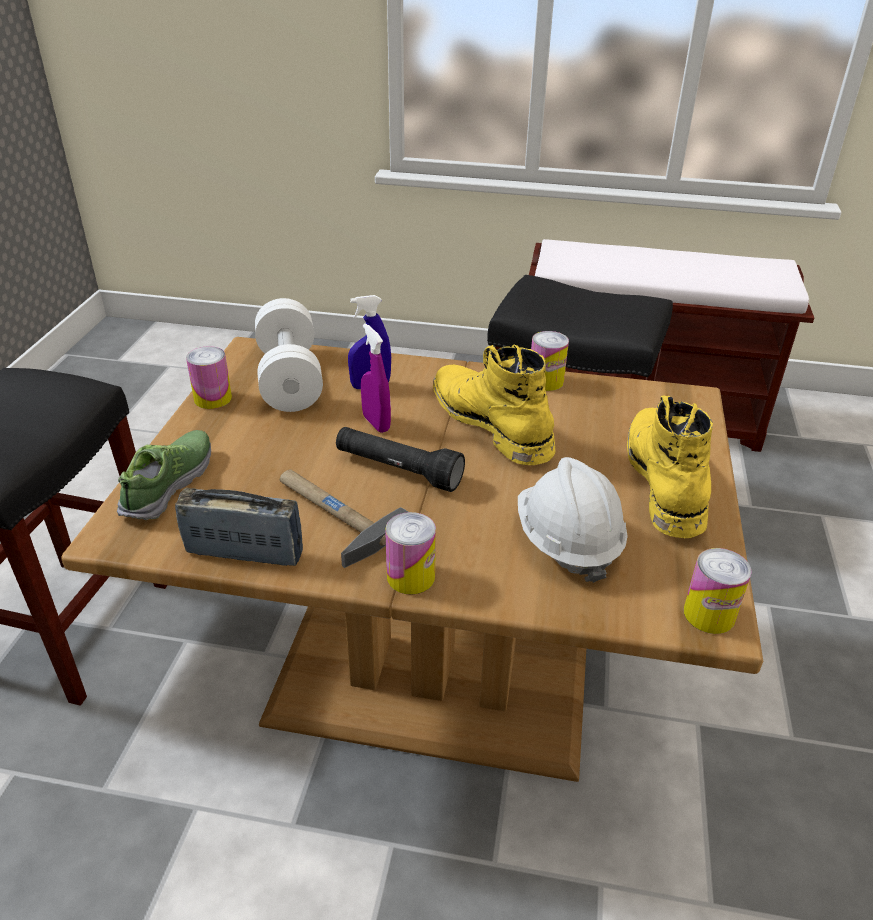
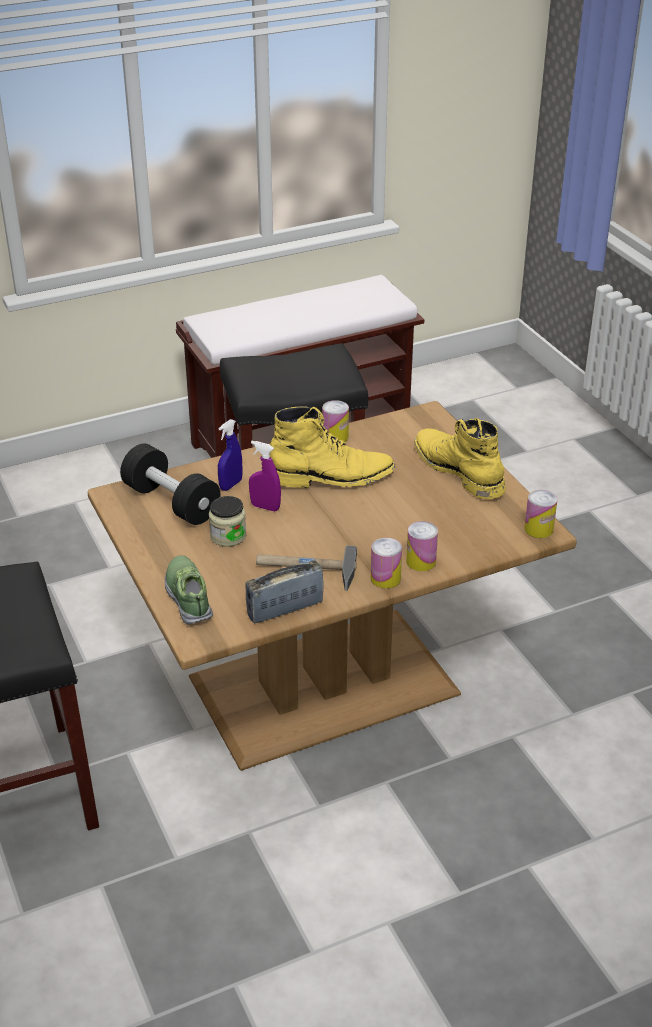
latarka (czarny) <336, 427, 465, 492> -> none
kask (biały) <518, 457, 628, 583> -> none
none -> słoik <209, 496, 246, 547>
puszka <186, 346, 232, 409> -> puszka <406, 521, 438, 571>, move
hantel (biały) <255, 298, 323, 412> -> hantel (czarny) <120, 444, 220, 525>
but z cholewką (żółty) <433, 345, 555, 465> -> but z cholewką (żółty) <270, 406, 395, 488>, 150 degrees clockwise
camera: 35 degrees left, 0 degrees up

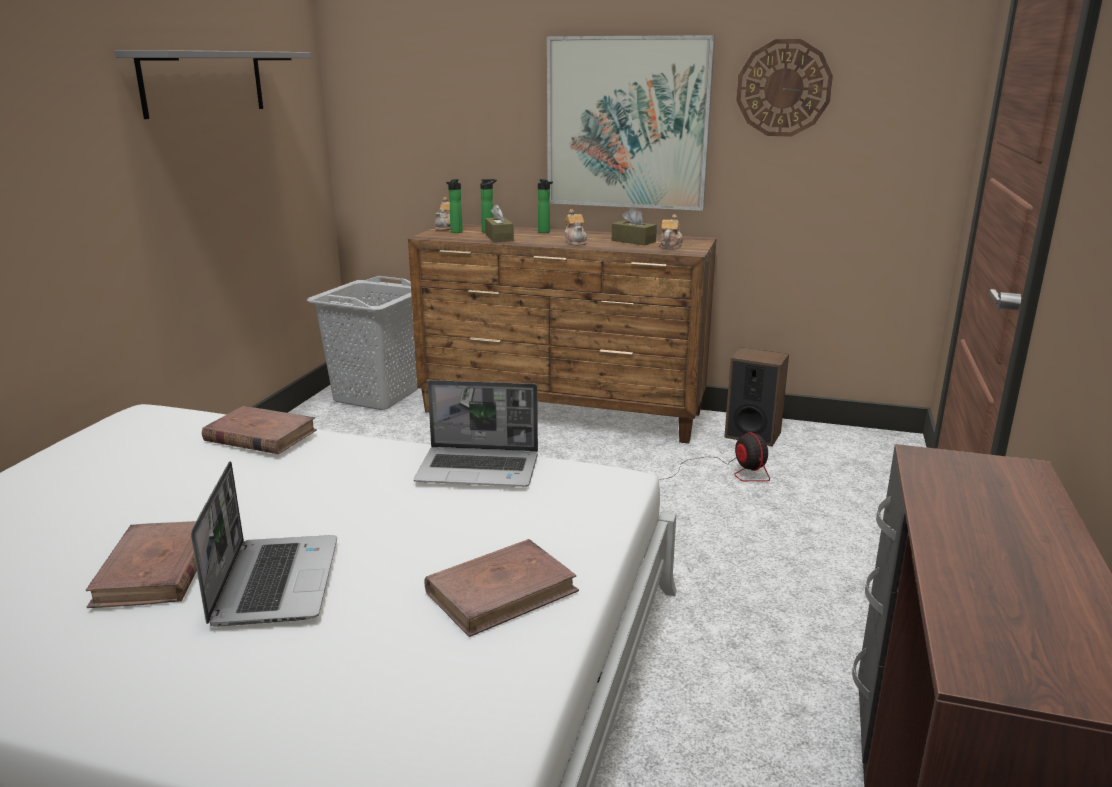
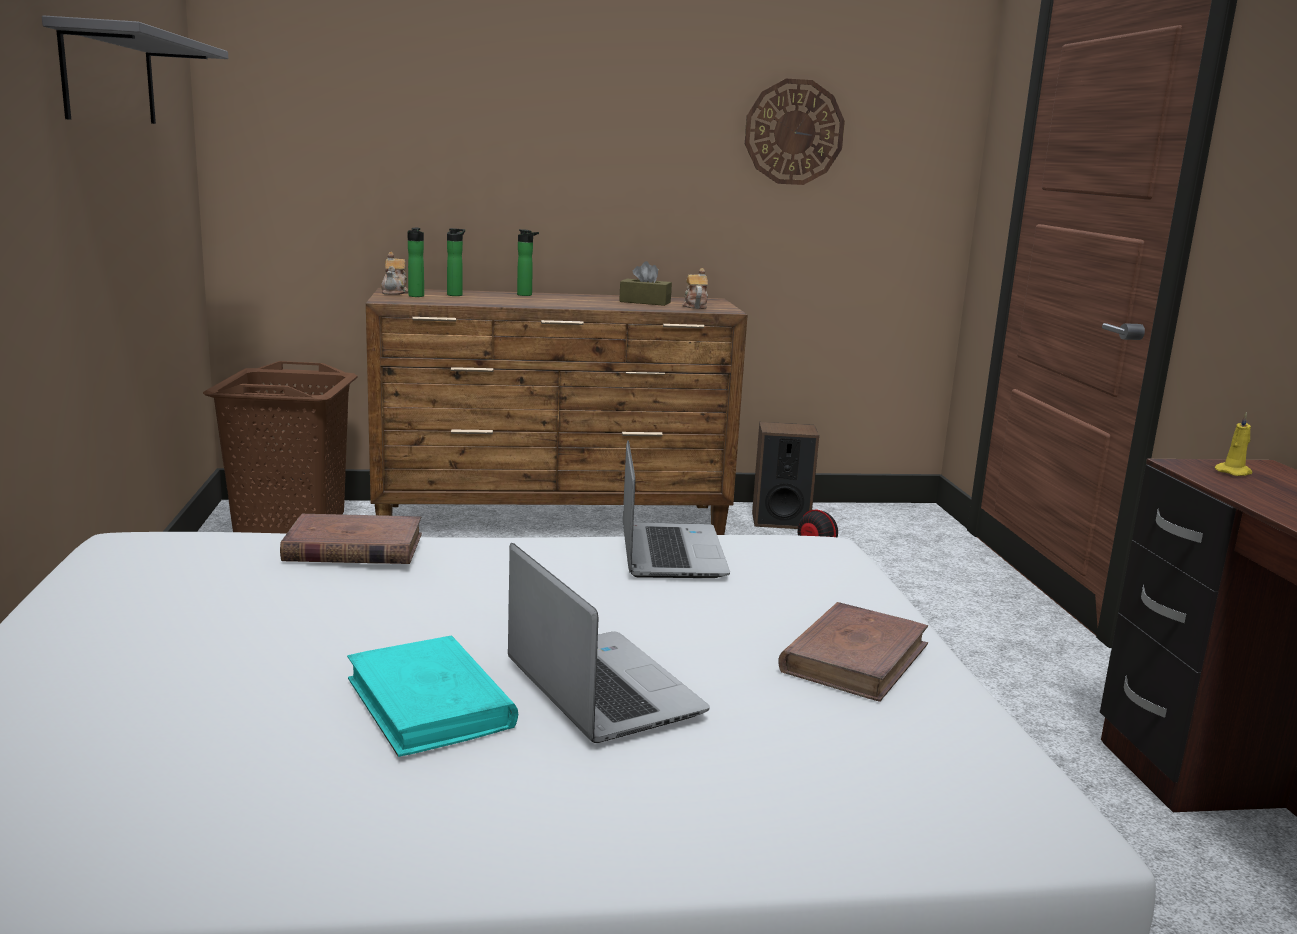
pudełko chusteczek (brązowy) <485, 204, 514, 242> -> none
obraz <547, 35, 715, 211> -> none
imbryk <565, 209, 587, 246> -> none
none -> świeca (żółty) <1215, 412, 1253, 476>
książka (brązowy) <86, 521, 197, 608> -> książka (turkusowy) <347, 635, 518, 757>
kosz na pranie (szary) <306, 276, 418, 410> -> kosz na pranie (brązowy) <203, 361, 358, 534>
laptop <414, 380, 538, 487> -> laptop <623, 440, 730, 578>, 75 degrees counterclockwise
camera: 25 degrees left, 5 degrees down

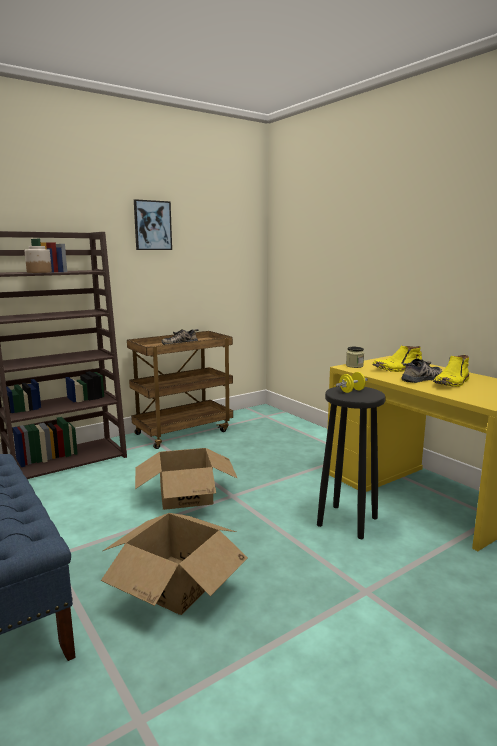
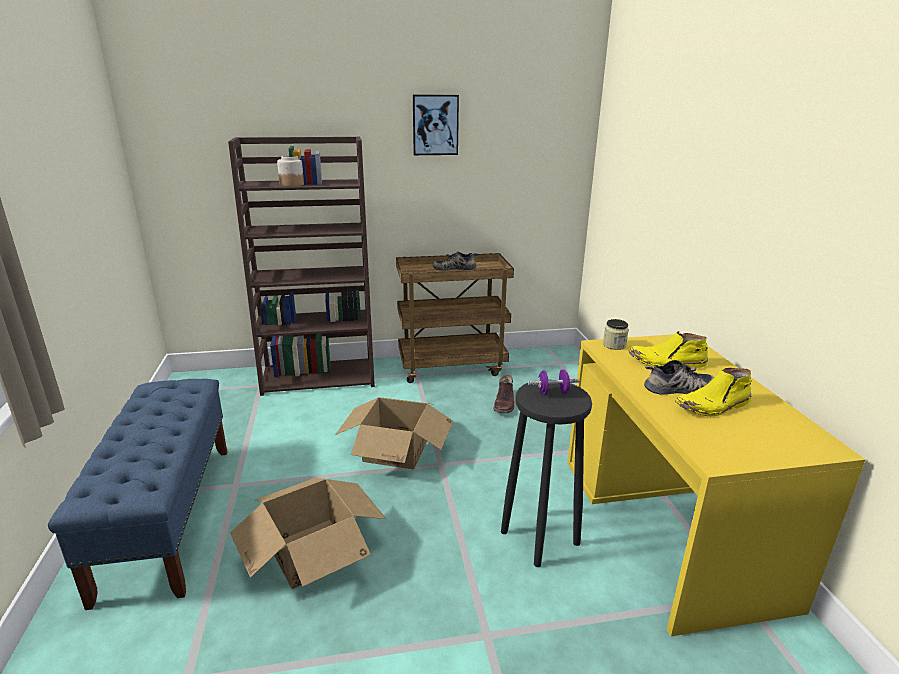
none -> but z cholewką (brązowy) <494, 375, 514, 413>
hantel (żółty) <336, 372, 368, 393> -> hantel (fioletowy) <528, 370, 580, 395>
camera: 25 degrees right, 10 degrees up

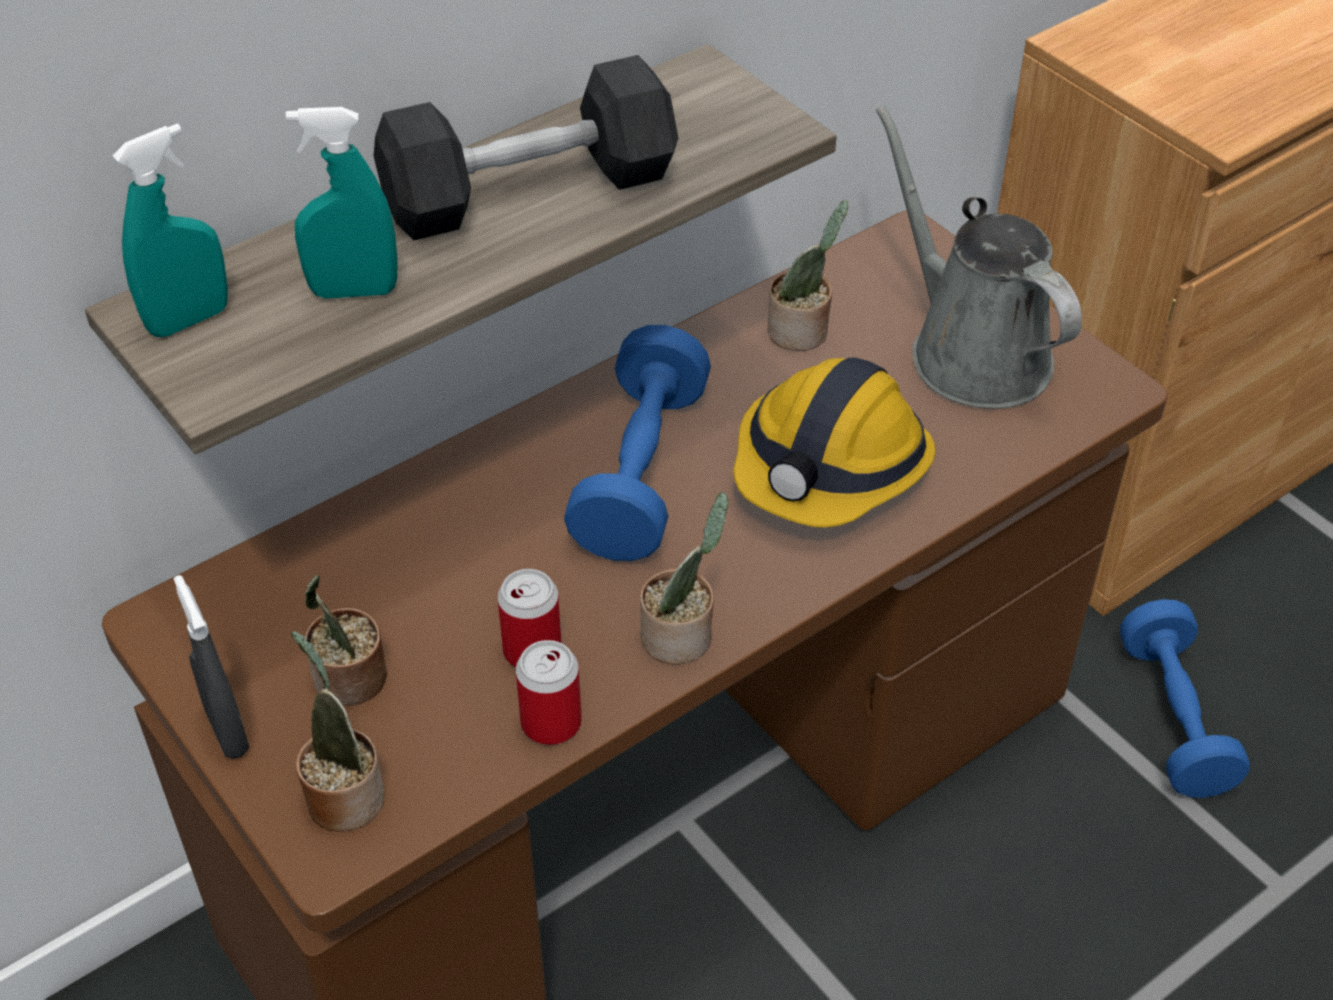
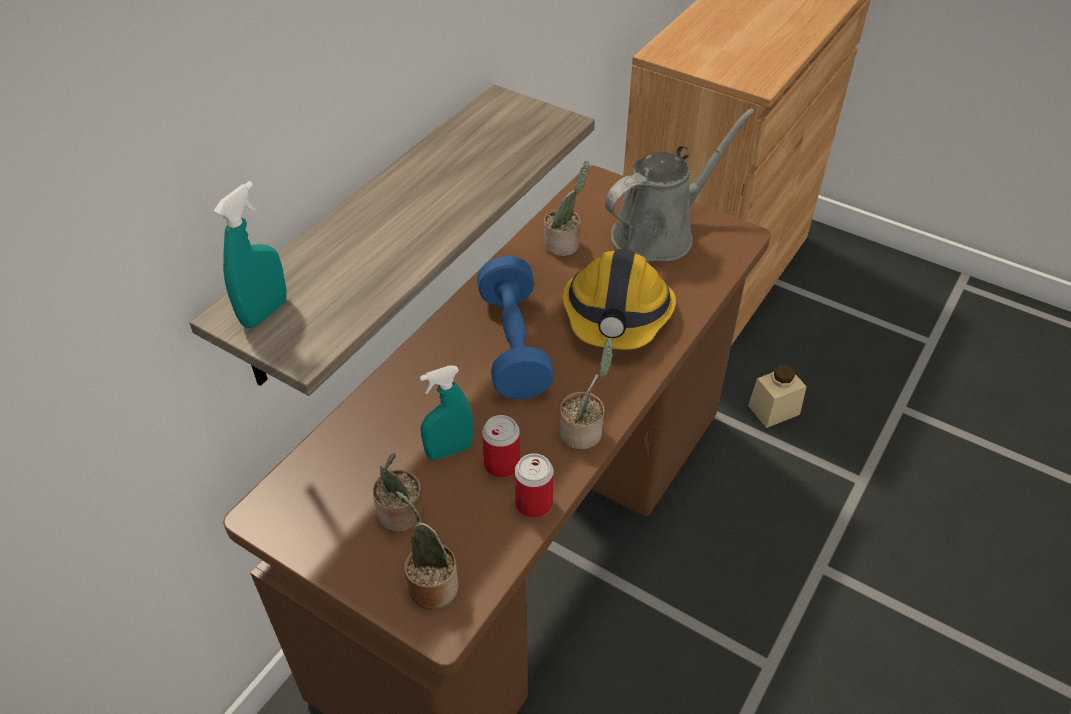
spryskiwacz (szary) <174, 575, 249, 758> -> none
hantel (szary) <374, 55, 678, 240> -> none
spryskiwacz (turkusowy) <286, 107, 398, 299> -> spryskiwacz (turkusowy) <420, 365, 473, 460>, move
hantel (niebieski) <1120, 599, 1250, 798> -> słoik (beżowy) <748, 364, 807, 428>
konewka (szary) <876, 105, 1082, 409> -> konewka (szary) <605, 109, 754, 262>, 105 degrees clockwise
camera: 20 degrees left, 0 degrees up

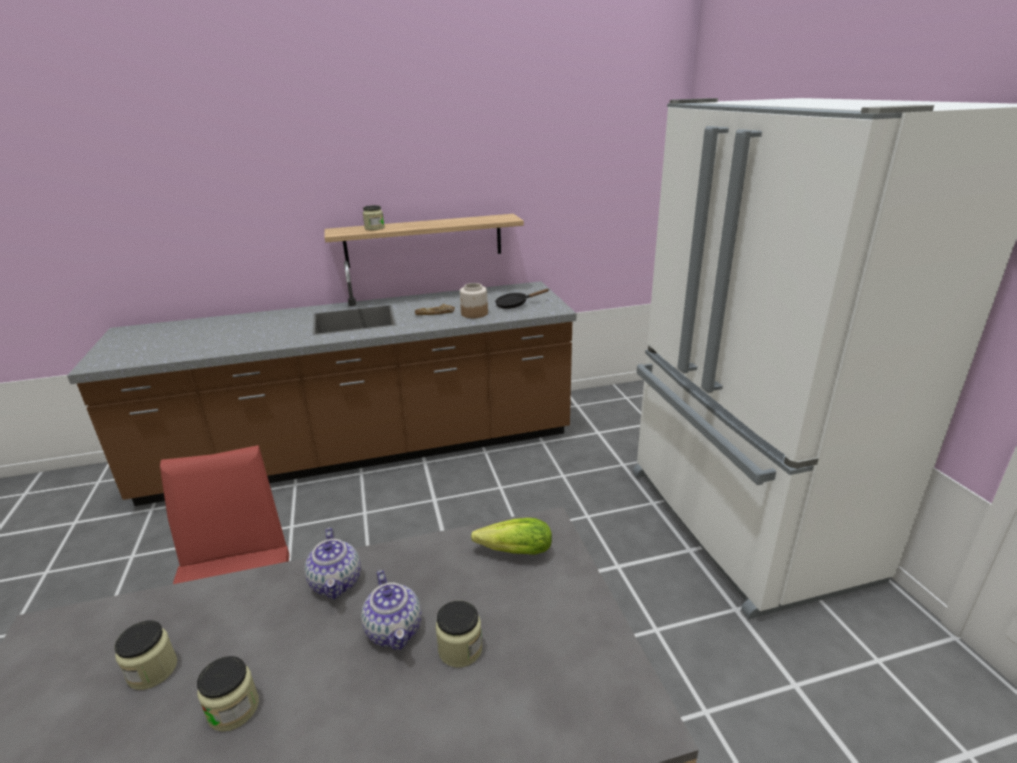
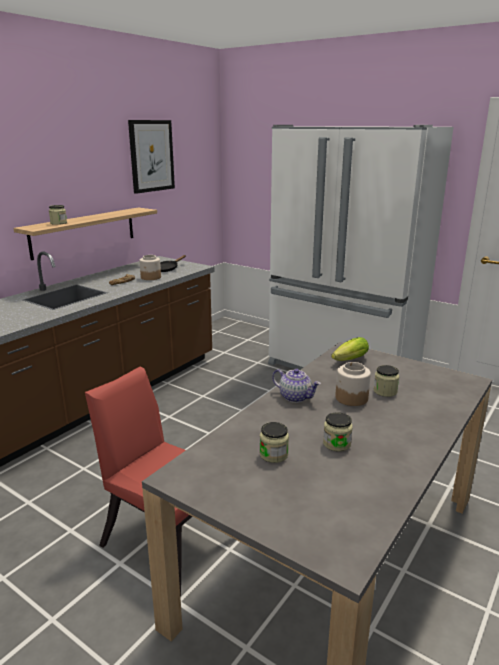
none -> obraz <128, 120, 175, 194>
imbryk <361, 570, 422, 651> -> słoik <335, 362, 371, 406>
camera: 40 degrees left, 5 degrees down

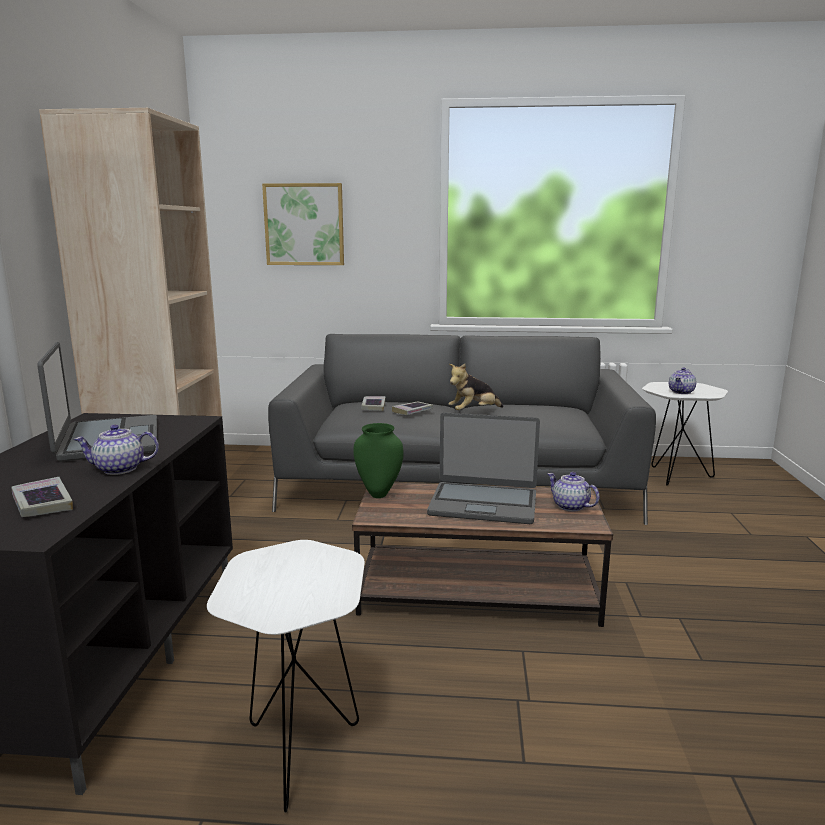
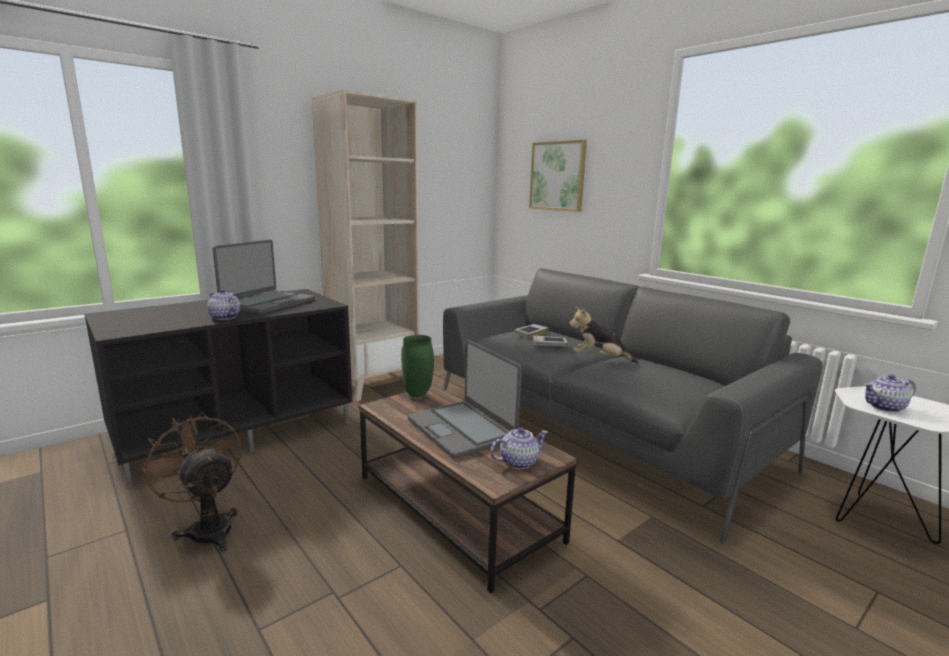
książka <11, 477, 73, 517> -> none
stolik (biały) <207, 540, 365, 813> -> wentylator (brązowy) <140, 412, 241, 552>
imbryk <547, 472, 600, 512> -> imbryk <490, 427, 548, 469>, 60 degrees clockwise
camera: 45 degrees right, 0 degrees up

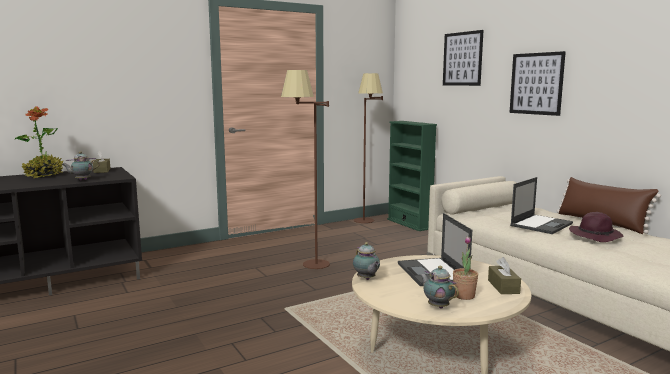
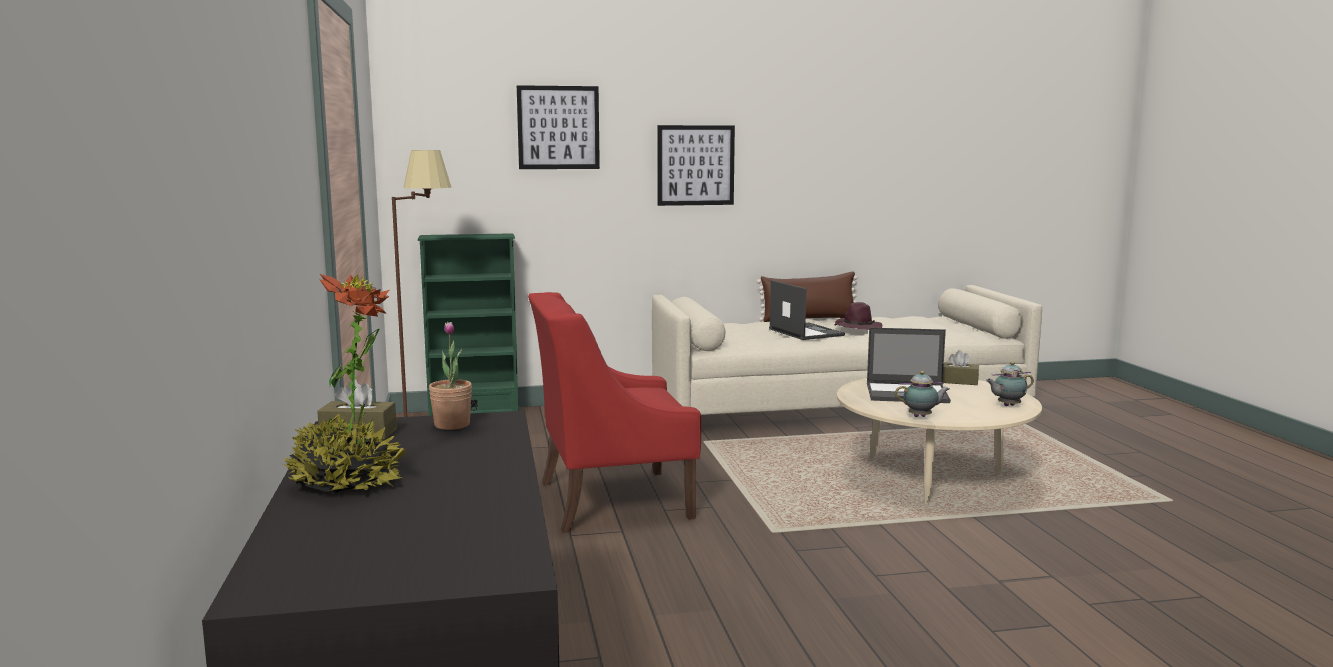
imbryk <61, 152, 100, 181> -> none
roślina doniczkowa <453, 236, 478, 300> -> roślina doniczkowa <429, 322, 472, 430>, move
lampa stojąca (brązowy) <281, 70, 330, 269> -> fotel (czerwony) <528, 292, 701, 533>
camera: 70 degrees left, 0 degrees up

